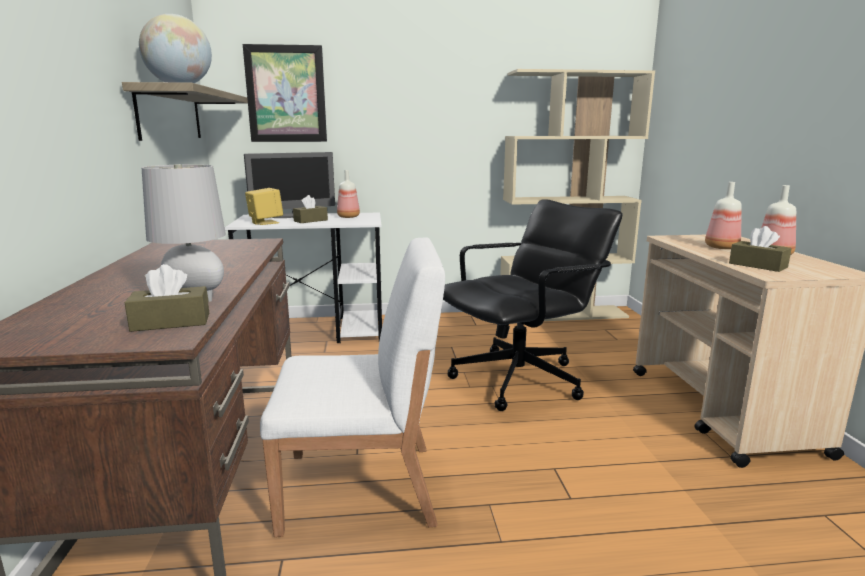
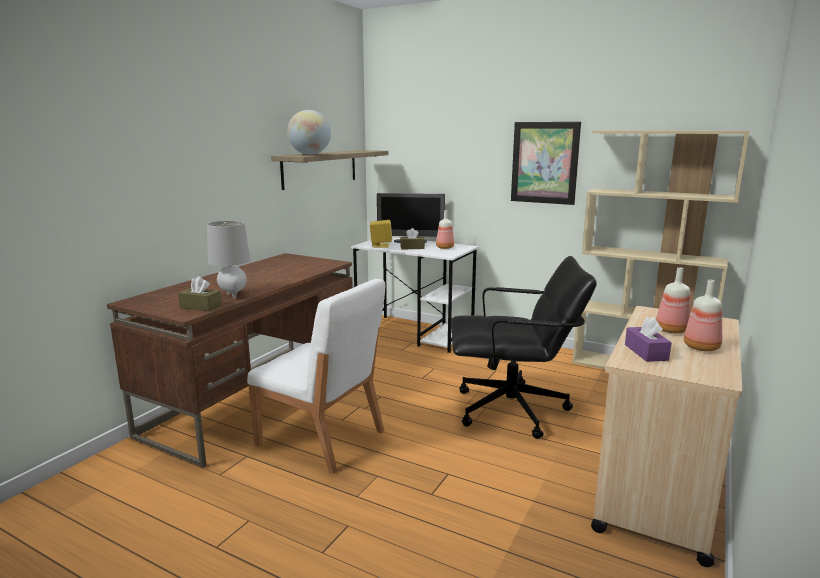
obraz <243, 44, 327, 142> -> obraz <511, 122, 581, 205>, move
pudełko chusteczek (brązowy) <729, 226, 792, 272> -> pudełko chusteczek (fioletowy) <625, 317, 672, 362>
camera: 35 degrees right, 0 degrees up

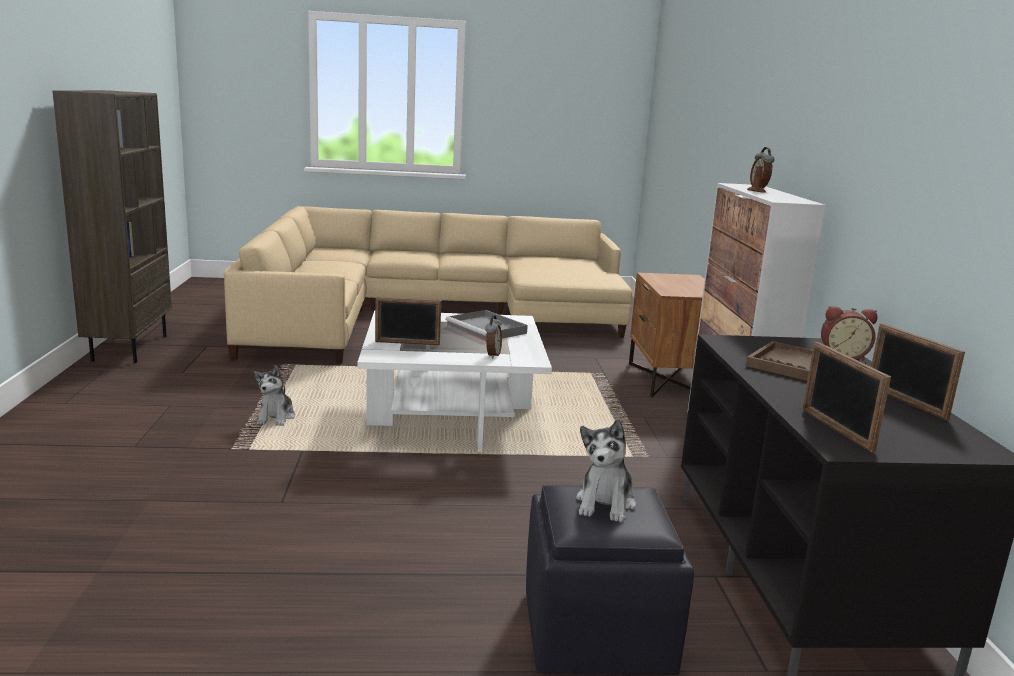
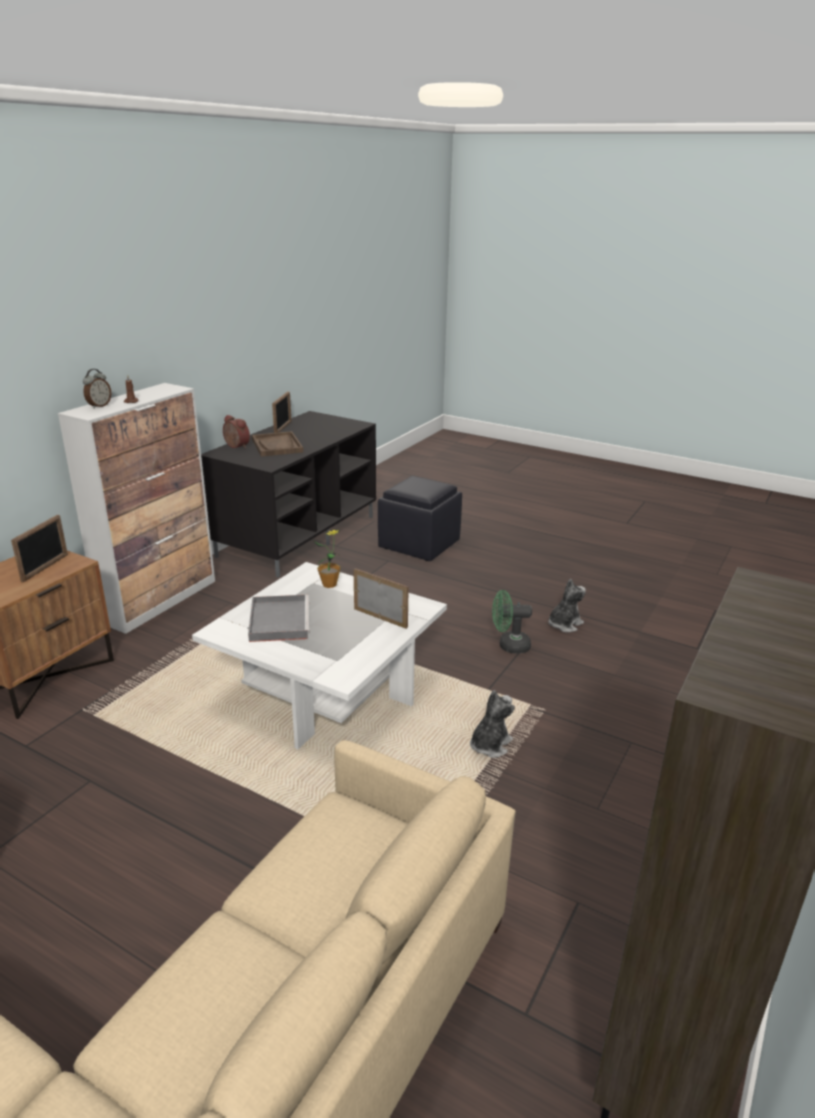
none -> wentylator (zielony) <492, 590, 532, 654>
pluszak <576, 419, 636, 522> -> pluszak <548, 579, 586, 633>, move
ramka na zdjęcie <803, 342, 891, 453> -> ramka na zdjęcie <11, 515, 68, 582>, move
budzik <485, 315, 502, 358> -> roślina doniczkowa <314, 529, 341, 588>
camera: 145 degrees left, 10 degrees up

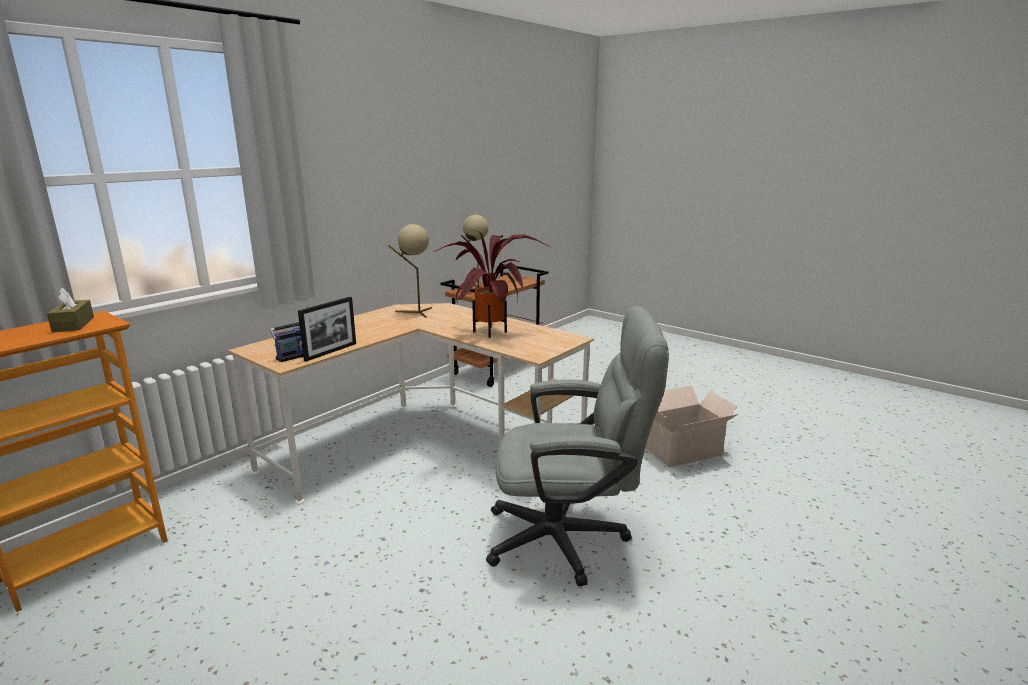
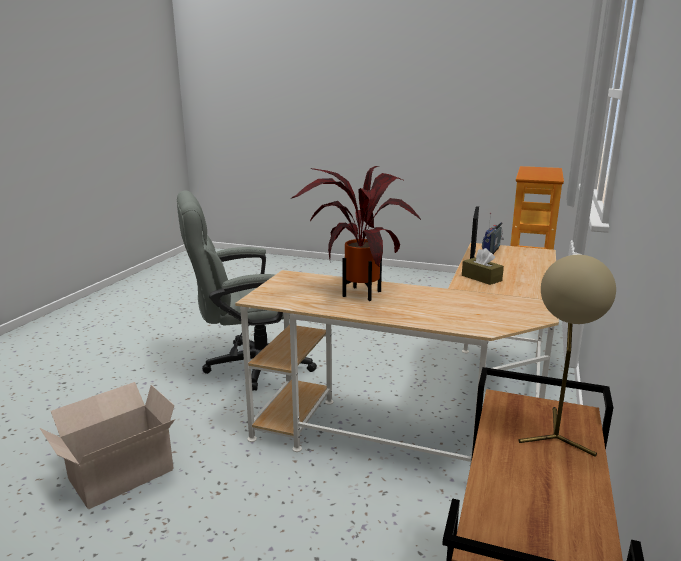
lampa stołowa (beżowy) <388, 224, 432, 318> -> none
pudełko chusteczek (brązowy) <47, 288, 94, 332> -> pudełko chusteczek (brązowy) <462, 248, 504, 285>, move
camera: 160 degrees right, 0 degrees up

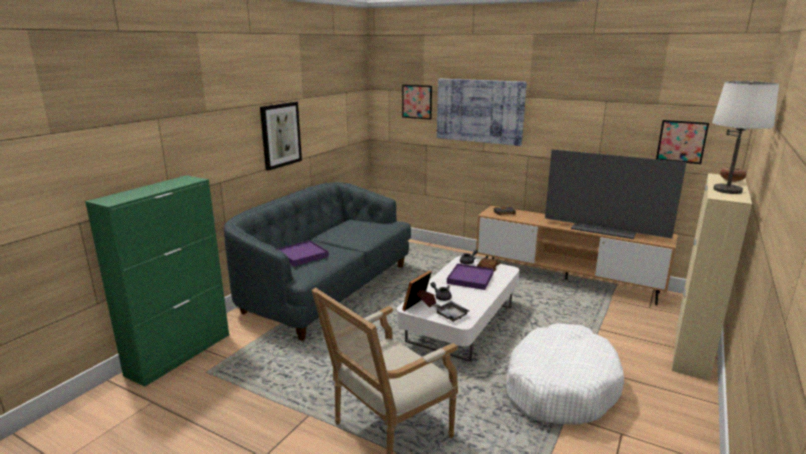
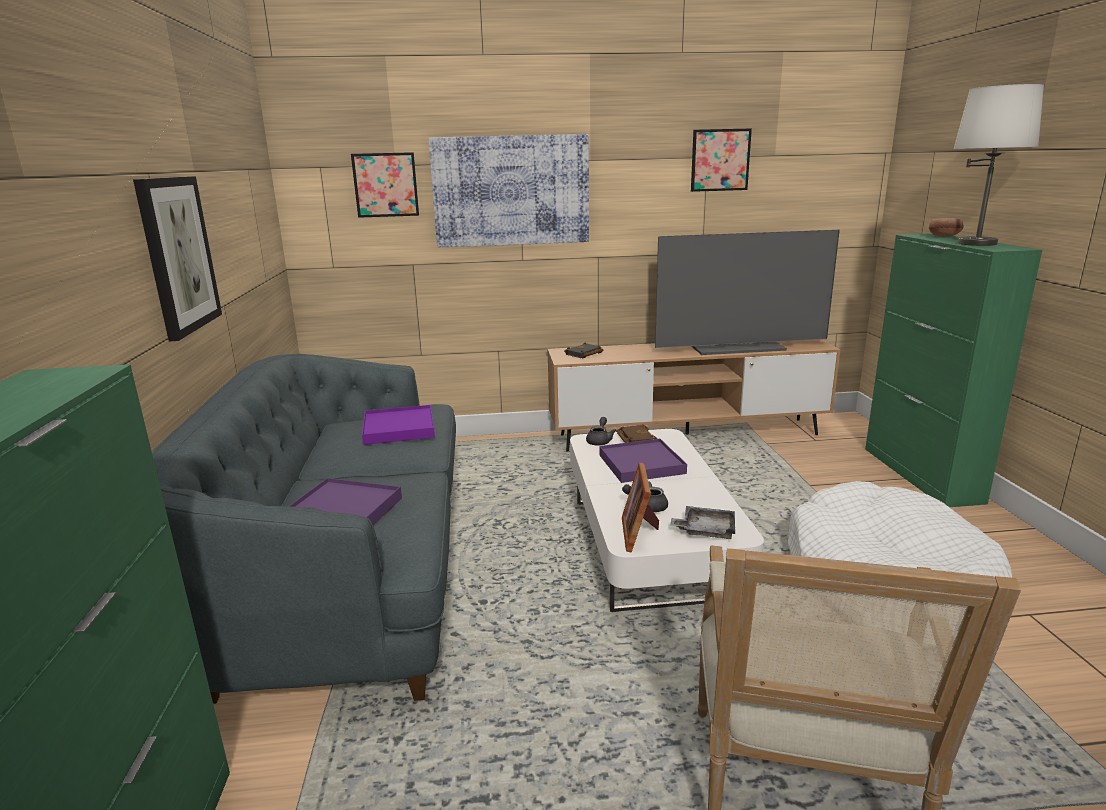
none -> taca (fioletowy) <362, 405, 435, 445>
obraz <656, 120, 709, 164> -> obraz <691, 128, 752, 192>, move
szafka (beżowy) <672, 173, 752, 381> -> szafka (zielony) <865, 233, 1042, 507>
camera: 35 degrees left, 0 degrees up

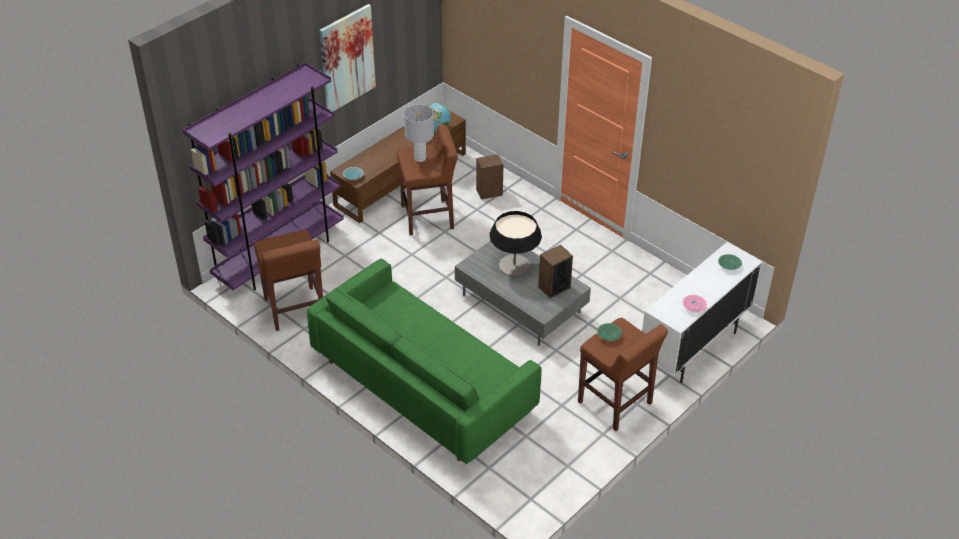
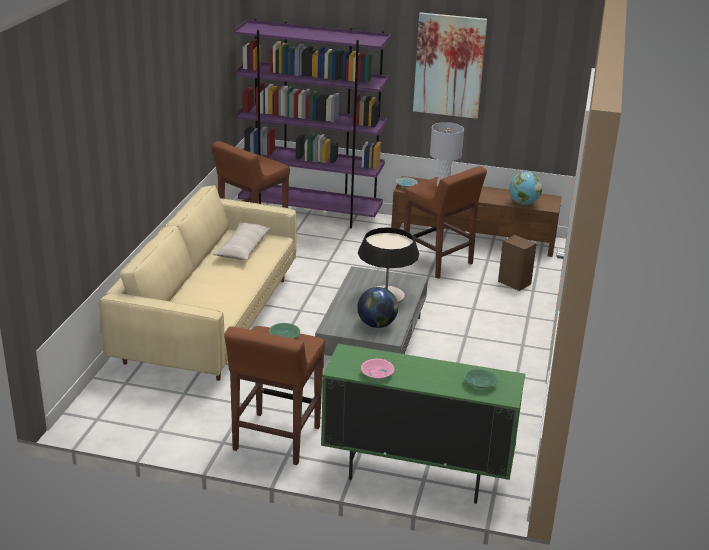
none -> poduszka (beżowy) <213, 223, 272, 260>
głośnik <538, 245, 573, 298> -> globus <357, 287, 398, 328>
kanapa (zielony) <307, 259, 542, 464> -> kanapa (beżowy) <99, 185, 297, 381>
szafka (biały) <642, 242, 763, 383> -> szafka (zielony) <321, 344, 525, 504>
camera: 60 degrees right, 15 degrees down

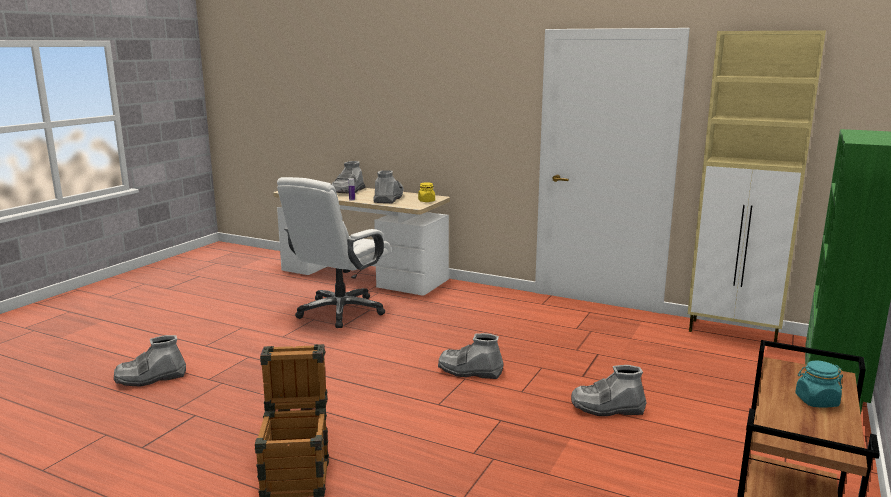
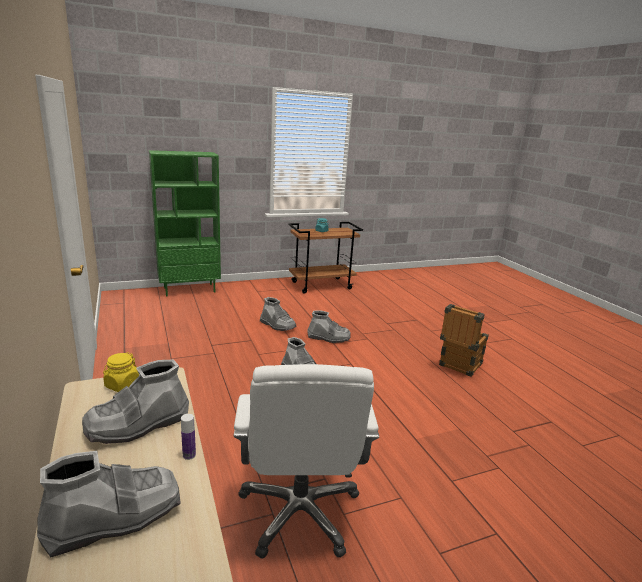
szafka (beżowy) <688, 30, 826, 342> -> none
but z cholewką (szary) <114, 335, 186, 387> -> but z cholewką (szary) <307, 310, 351, 343>, move
krzesło biurowe (biały) <277, 177, 391, 328> -> krzesło biurowe (biały) <234, 364, 379, 559>, 105 degrees clockwise
camera: 140 degrees left, 5 degrees up

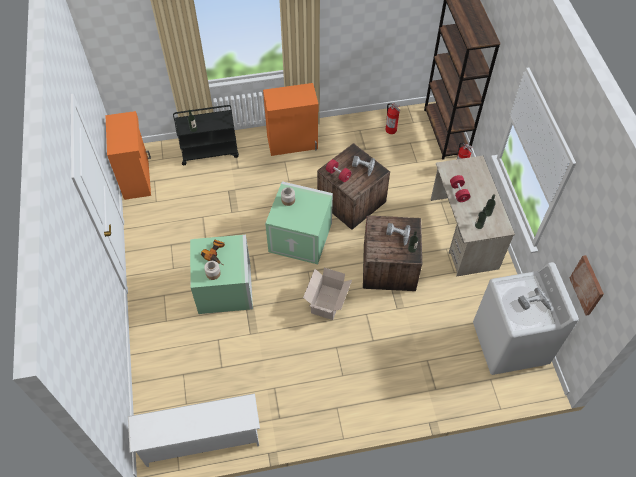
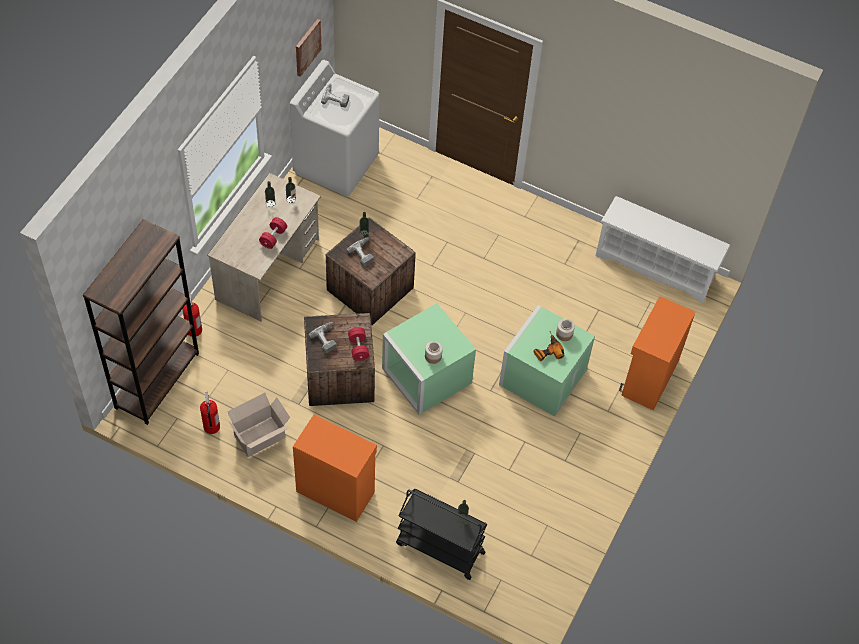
szafka (pomarańczowy) <105, 111, 151, 200> -> szafka (pomarańczowy) <619, 296, 696, 411>, move
karton <303, 268, 352, 320> -> karton <227, 393, 290, 457>, move
camera: 145 degrees left, 0 degrees up

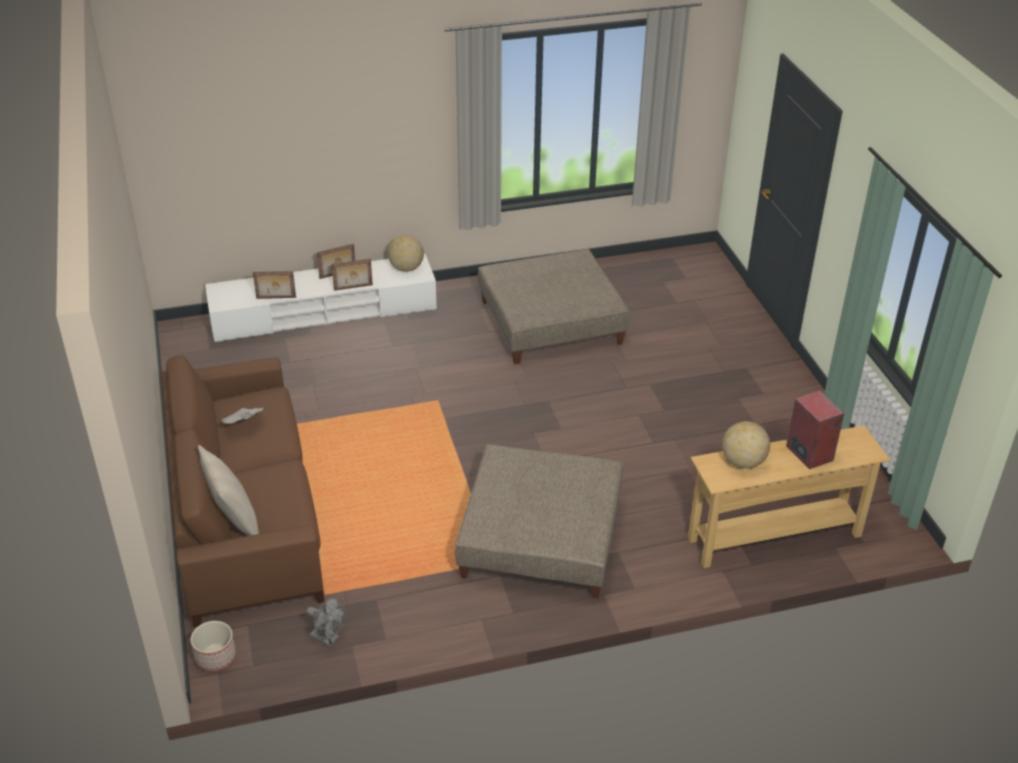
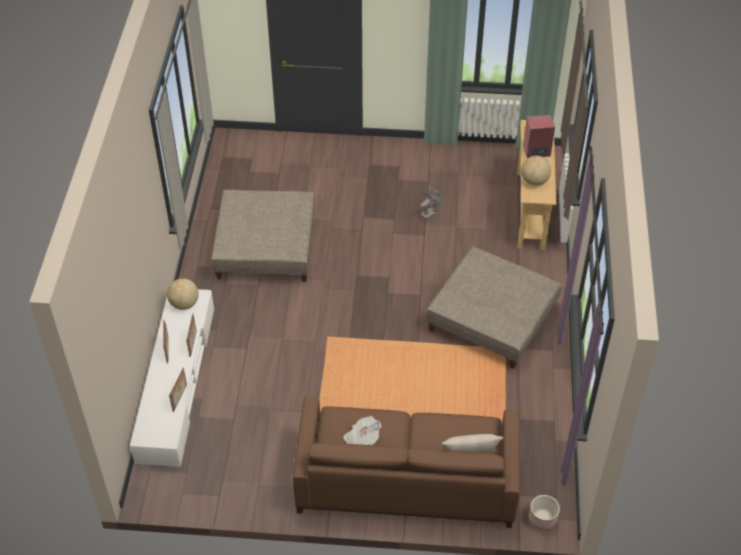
wentylator (szary) <306, 597, 345, 647> -> wentylator (szary) <420, 187, 443, 219>, move
camera: 70 degrees left, 10 degrees up

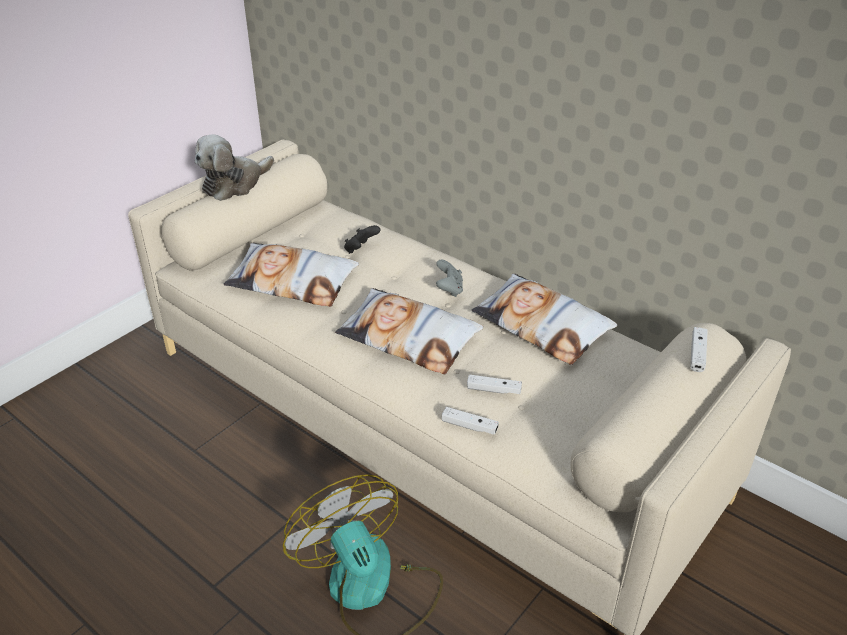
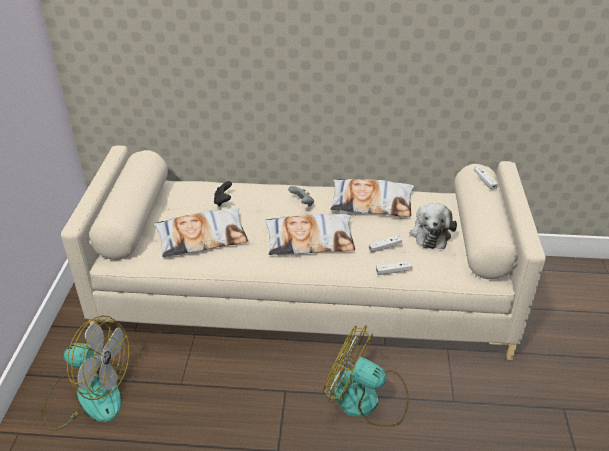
none -> wentylator <43, 315, 129, 430>
pluszak <195, 134, 274, 201> -> pluszak <410, 203, 457, 249>, move
camera: 35 degrees left, 0 degrees up

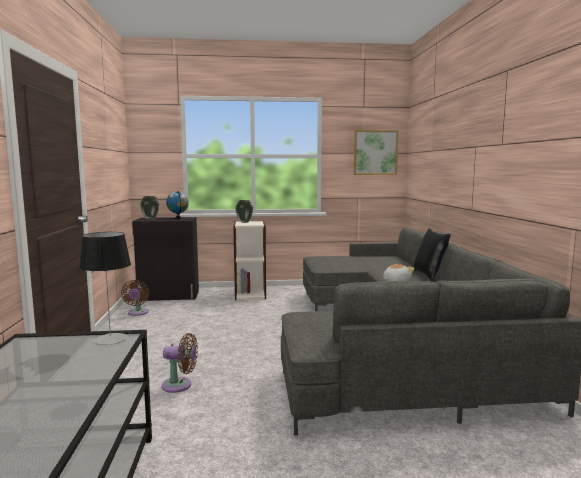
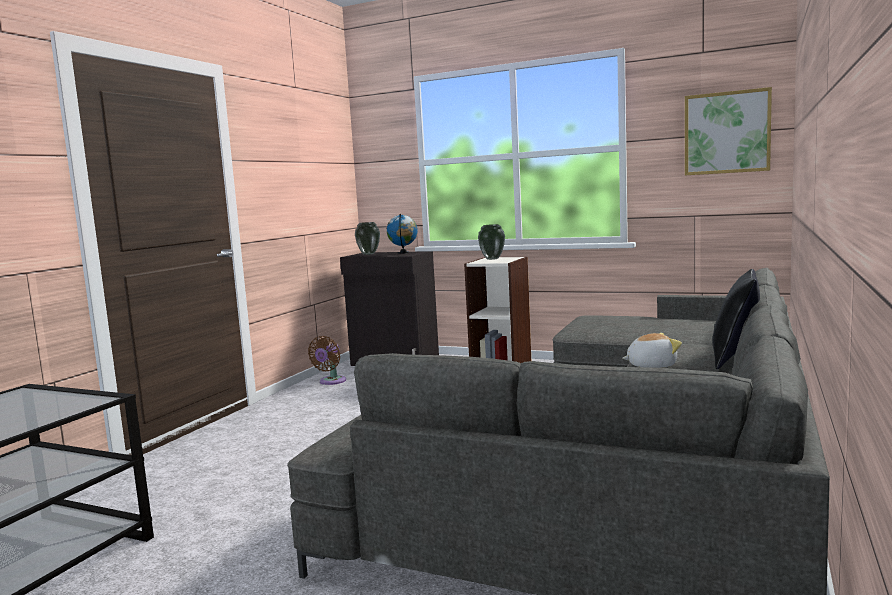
lampa stołowa <79, 232, 131, 345> -> none
wentylator (brązowy) <161, 333, 198, 393> -> none
camera: 30 degrees right, 0 degrees up

